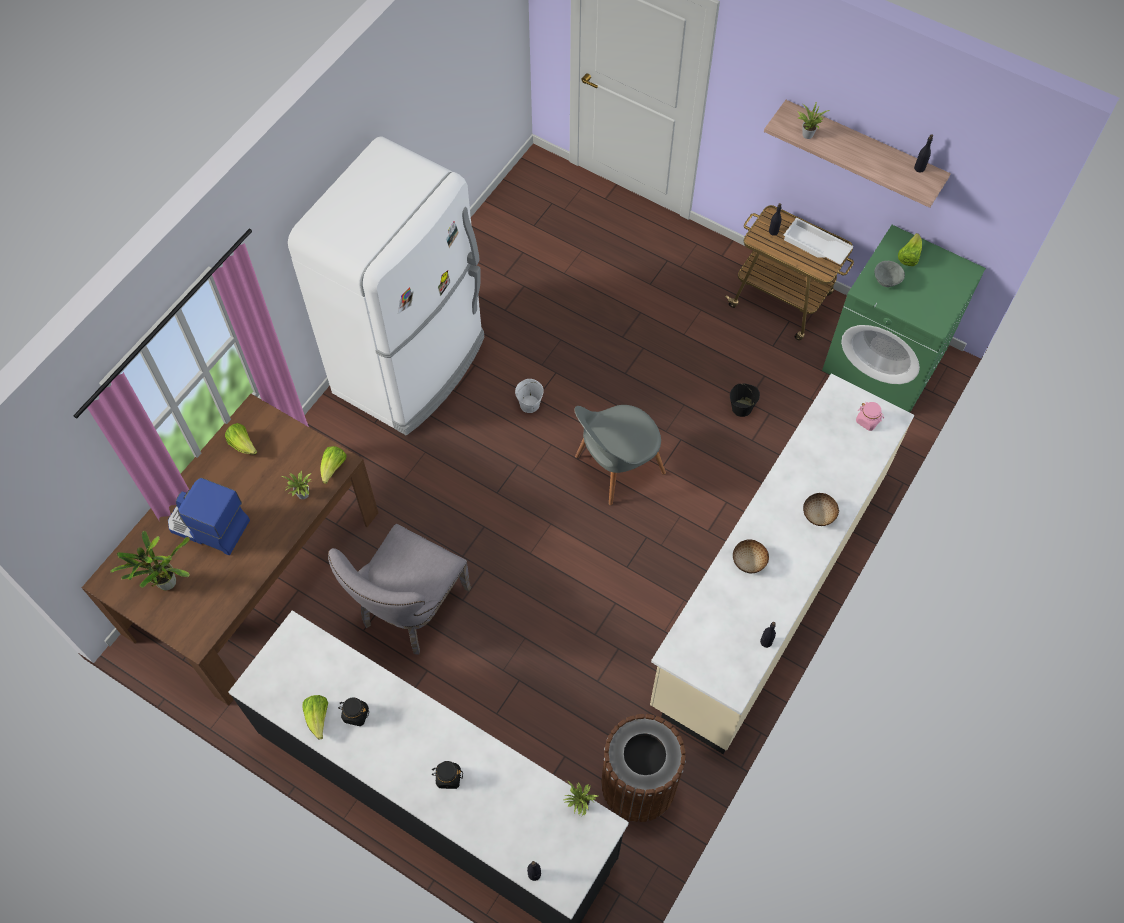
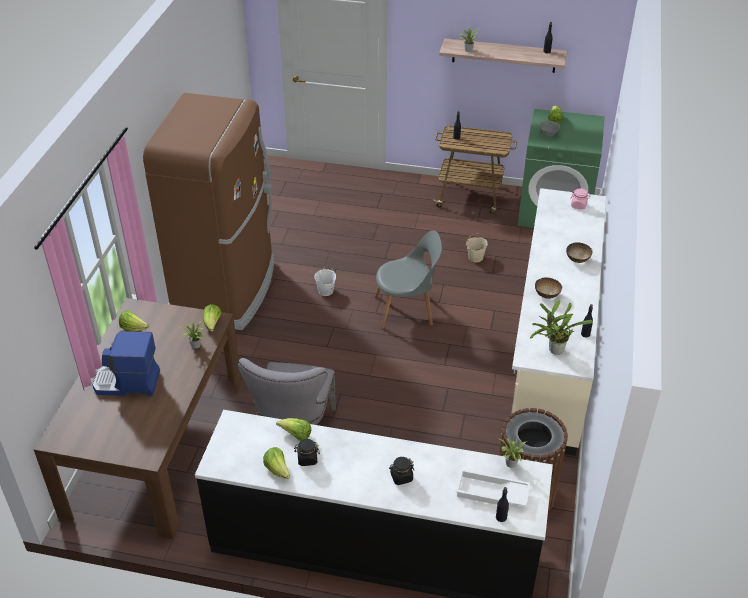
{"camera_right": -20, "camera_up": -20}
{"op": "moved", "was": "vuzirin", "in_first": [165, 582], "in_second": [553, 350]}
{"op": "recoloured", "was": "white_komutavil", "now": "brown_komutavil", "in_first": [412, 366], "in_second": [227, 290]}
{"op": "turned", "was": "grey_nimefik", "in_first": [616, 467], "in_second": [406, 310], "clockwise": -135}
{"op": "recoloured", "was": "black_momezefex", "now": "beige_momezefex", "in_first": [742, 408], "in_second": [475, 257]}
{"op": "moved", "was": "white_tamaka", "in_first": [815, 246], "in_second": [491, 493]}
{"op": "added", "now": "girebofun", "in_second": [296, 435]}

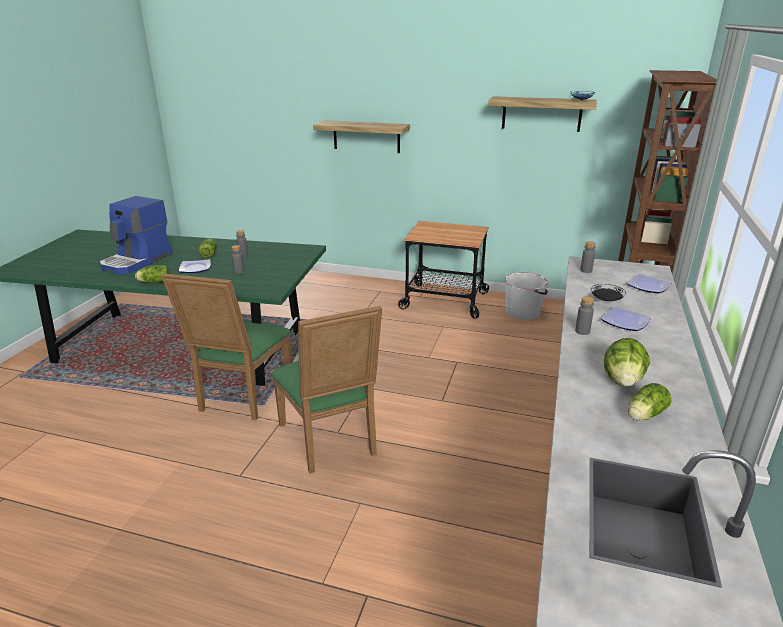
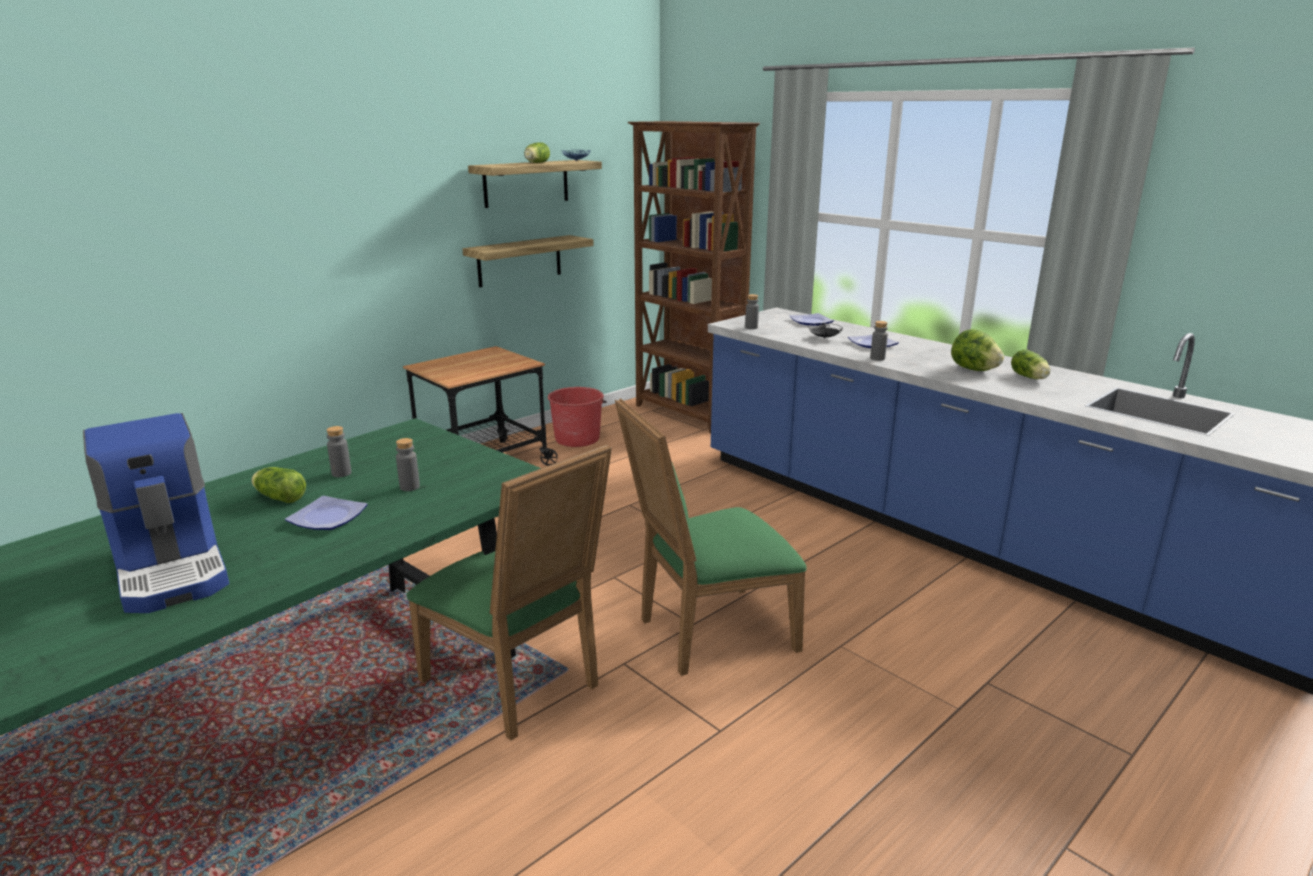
{"camera_right": -60, "camera_up": -5}
{"op": "moved", "was": "girebofun", "in_first": [153, 282], "in_second": [536, 163]}
{"op": "turned", "was": "green_nimefik", "in_first": [331, 441], "in_second": [708, 633], "clockwise": 150}
{"op": "moved", "was": "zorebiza", "in_first": [366, 136], "in_second": [519, 261]}
{"op": "recoloured", "was": "white_momezefex", "now": "red_momezefex", "in_first": [523, 312], "in_second": [577, 438]}

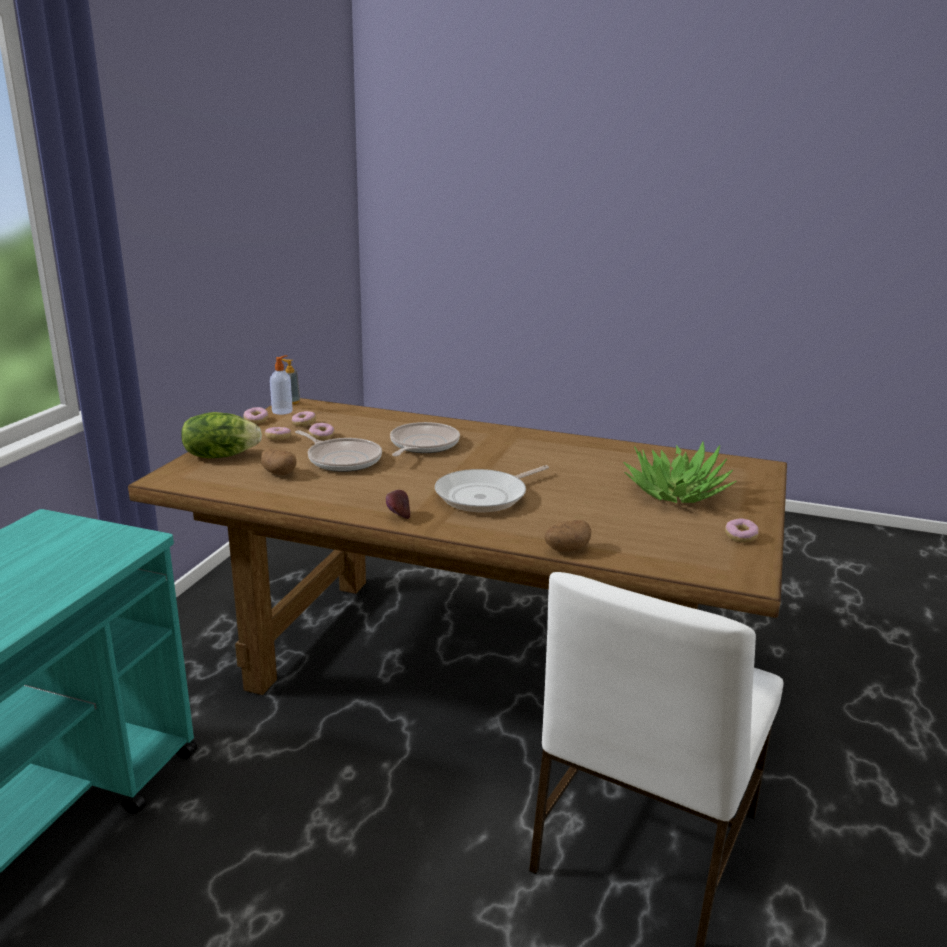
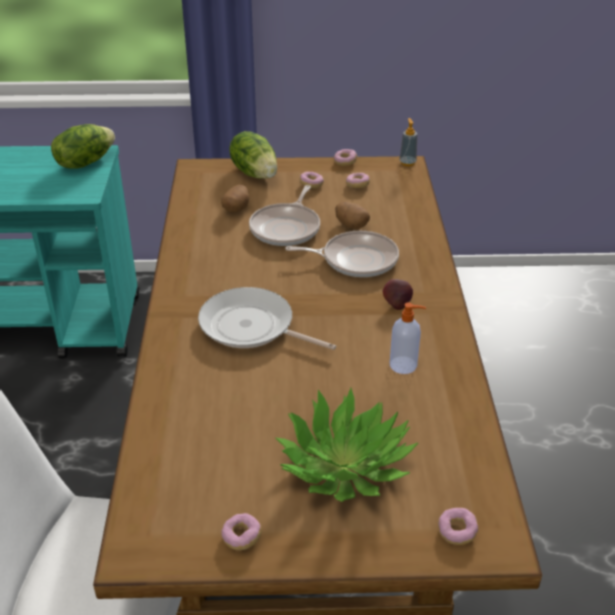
{"camera_right": 70, "camera_up": 15}
{"op": "moved", "was": "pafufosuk", "in_first": [283, 411], "in_second": [404, 365]}
{"op": "moved", "was": "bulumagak", "in_first": [321, 437], "in_second": [456, 532]}
{"op": "moved", "was": "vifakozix", "in_first": [398, 516], "in_second": [397, 303]}
{"op": "moved", "was": "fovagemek", "in_first": [566, 549], "in_second": [351, 225]}
{"op": "added", "now": "girebofun", "in_second": [85, 162]}

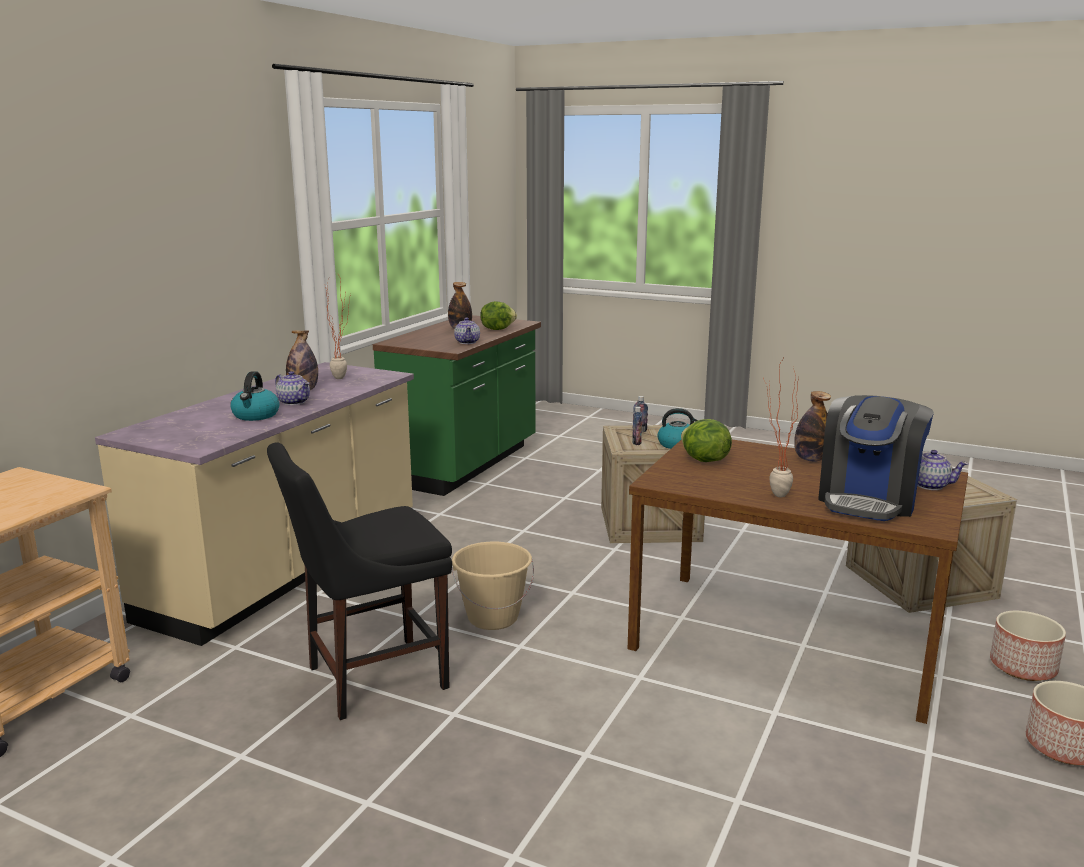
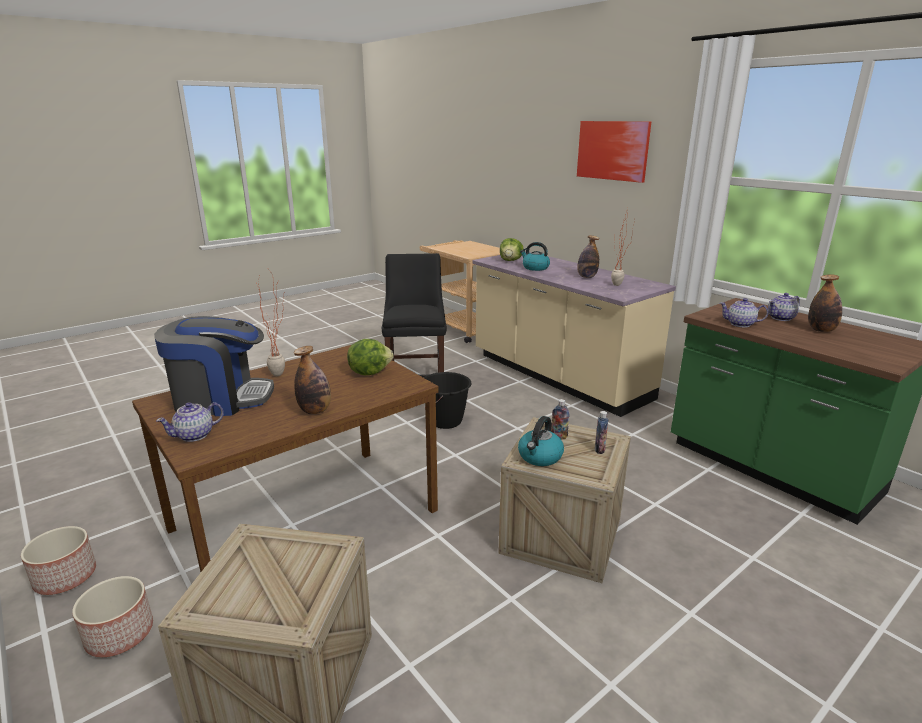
{"camera_right": 115, "camera_up": 5}
{"op": "moved", "was": "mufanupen", "in_first": [294, 402], "in_second": [781, 318]}
{"op": "recoloured", "was": "beige_momezefex", "now": "black_momezefex", "in_first": [493, 618], "in_second": [446, 421]}
{"op": "moved", "was": "girebofun", "in_first": [497, 329], "in_second": [510, 261]}
{"op": "turned", "was": "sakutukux", "in_first": [868, 500], "in_second": [221, 399], "clockwise": 120}
{"op": "added", "now": "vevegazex", "in_second": [612, 150]}

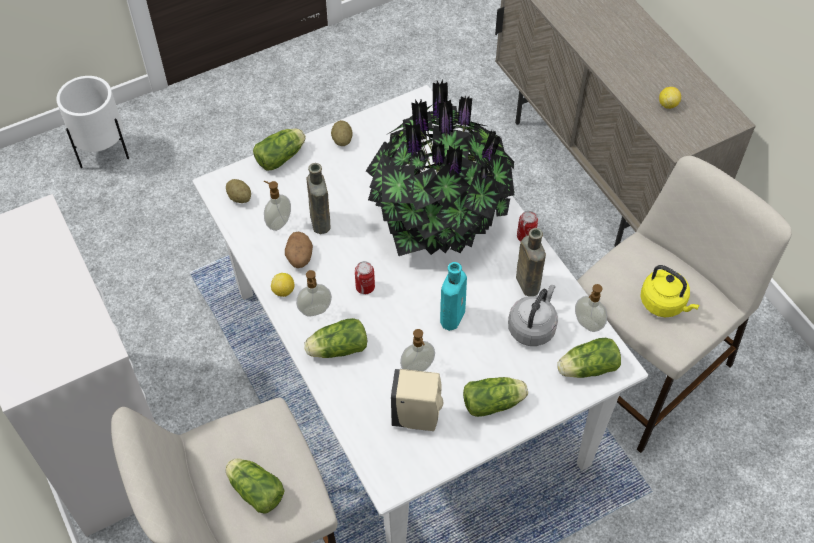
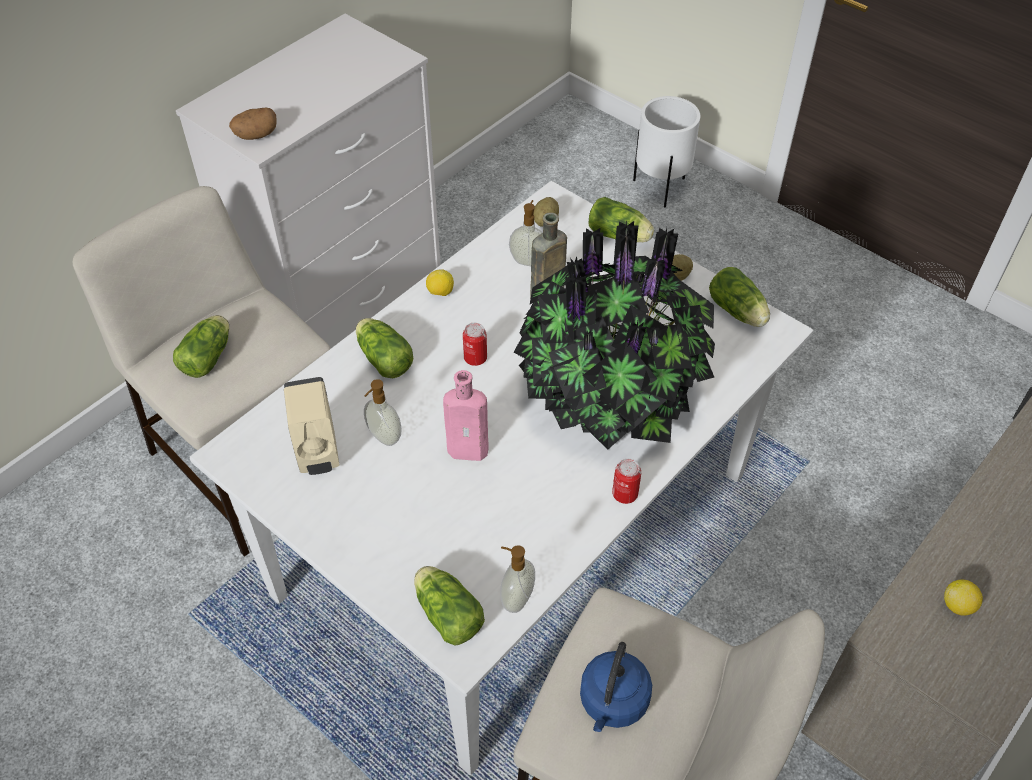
{"camera_right": 70, "camera_up": -5}
{"op": "moved", "was": "fovagemek", "in_first": [299, 258], "in_second": [256, 135]}
{"op": "removed", "was": "pafufosuk", "in_first": [315, 311]}
{"op": "recoloured", "was": "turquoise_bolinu", "now": "pink_bolinu", "in_first": [453, 315], "in_second": [471, 450]}
{"op": "moved", "was": "girebofun", "in_first": [495, 402], "in_second": [738, 312]}
{"op": "removed", "was": "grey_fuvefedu", "in_first": [532, 327]}
{"op": "removed", "was": "brown_bolinu", "in_first": [526, 282]}
{"op": "recoloured", "was": "yellow_fuvefedu", "now": "blue_fuvefedu", "in_first": [664, 303], "in_second": [612, 703]}

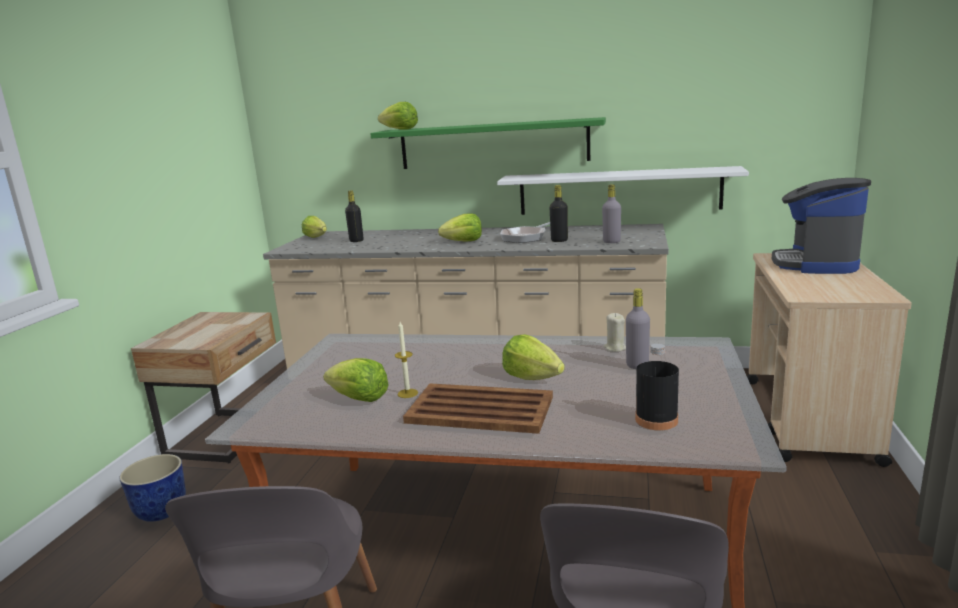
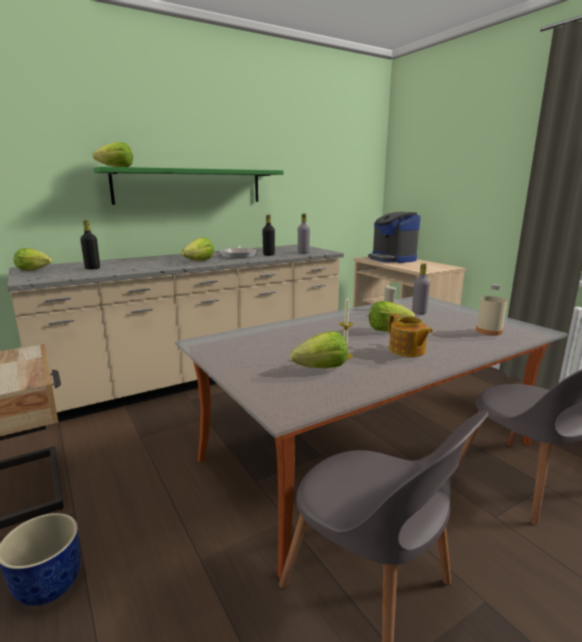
{"camera_right": -45, "camera_up": 0}
{"op": "replaced", "was": "brown_tamaka", "now": "mufanupen", "in_first": [478, 409], "in_second": [407, 351]}
{"op": "removed", "was": "white_zorebiza", "in_first": [618, 191]}
{"op": "recoloured", "was": "black_bolinu", "now": "beige_bolinu", "in_first": [656, 420], "in_second": [489, 331]}

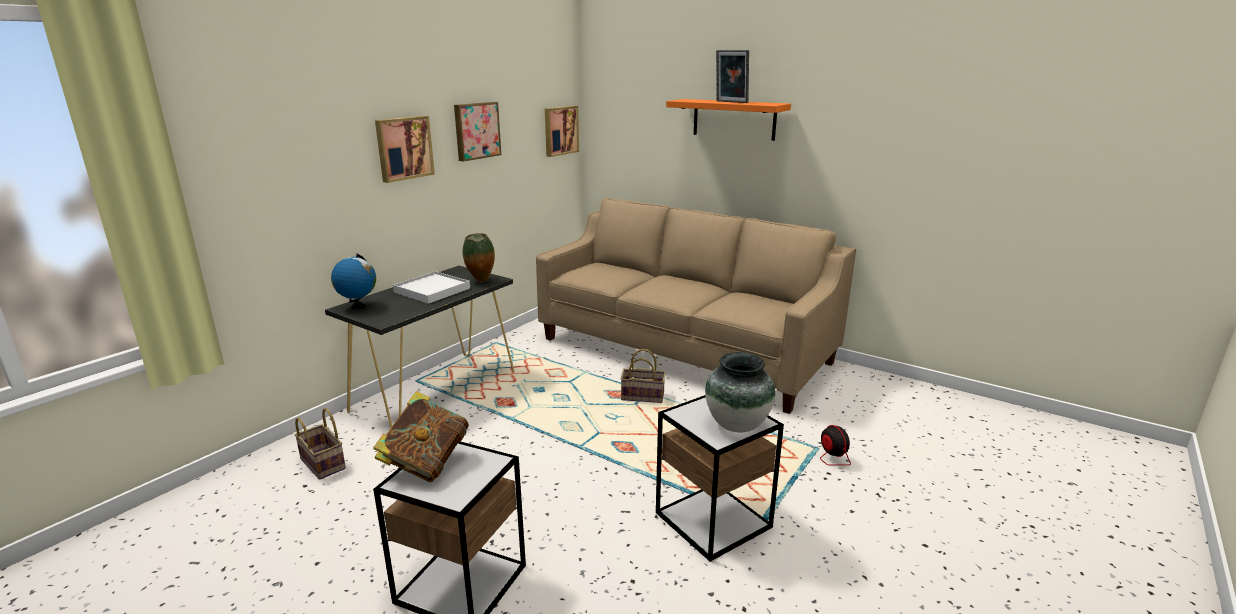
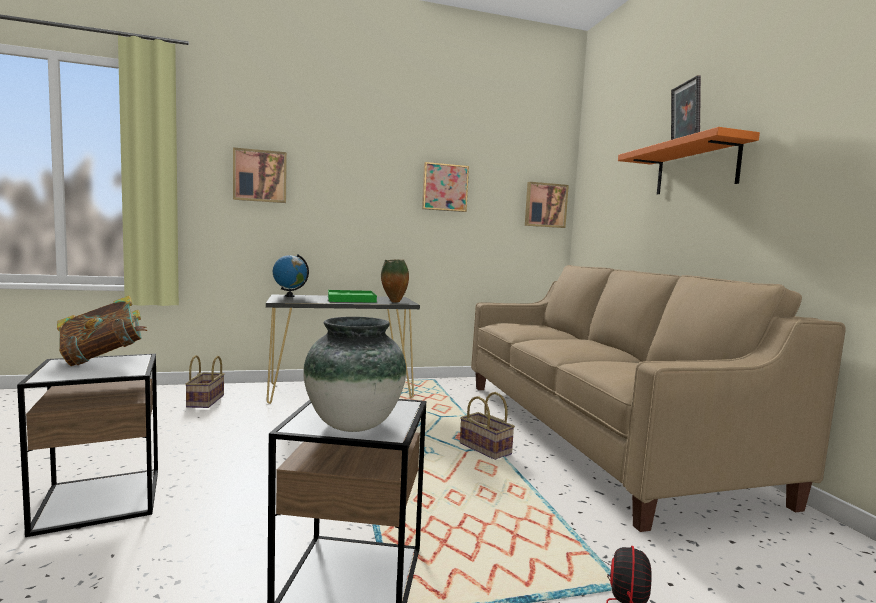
{"camera_right": 40, "camera_up": -15}
{"op": "moved", "was": "vevegazex", "in_first": [403, 148], "in_second": [260, 176]}
{"op": "recoloured", "was": "white_tamaka", "now": "green_tamaka", "in_first": [432, 290], "in_second": [351, 299]}

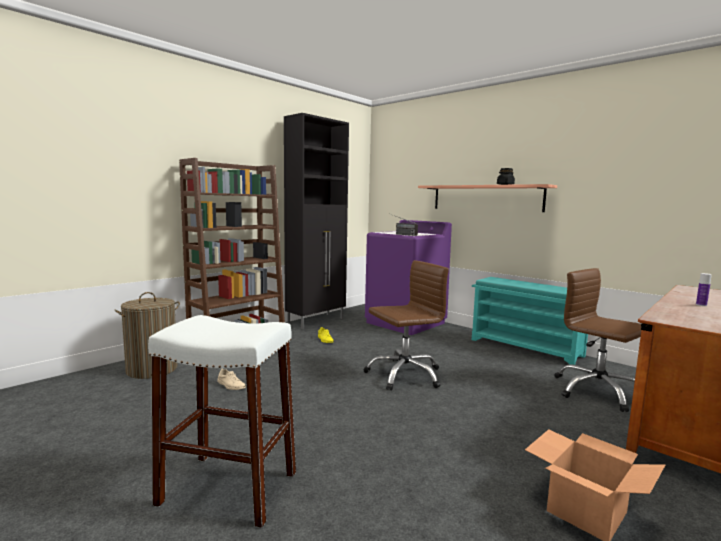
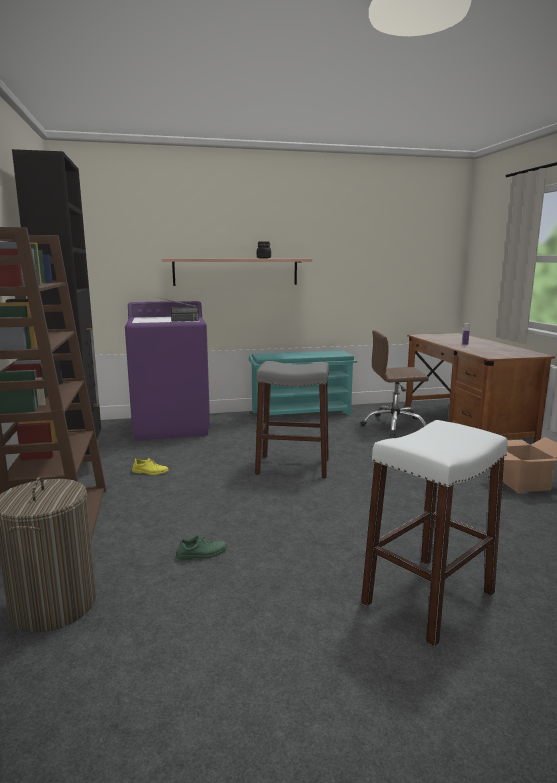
{"camera_right": -55, "camera_up": 5}
{"op": "recoloured", "was": "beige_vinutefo", "now": "green_vinutefo", "in_first": [231, 385], "in_second": [202, 554]}
{"op": "replaced", "was": "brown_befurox", "now": "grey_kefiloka", "in_first": [404, 374], "in_second": [293, 466]}

